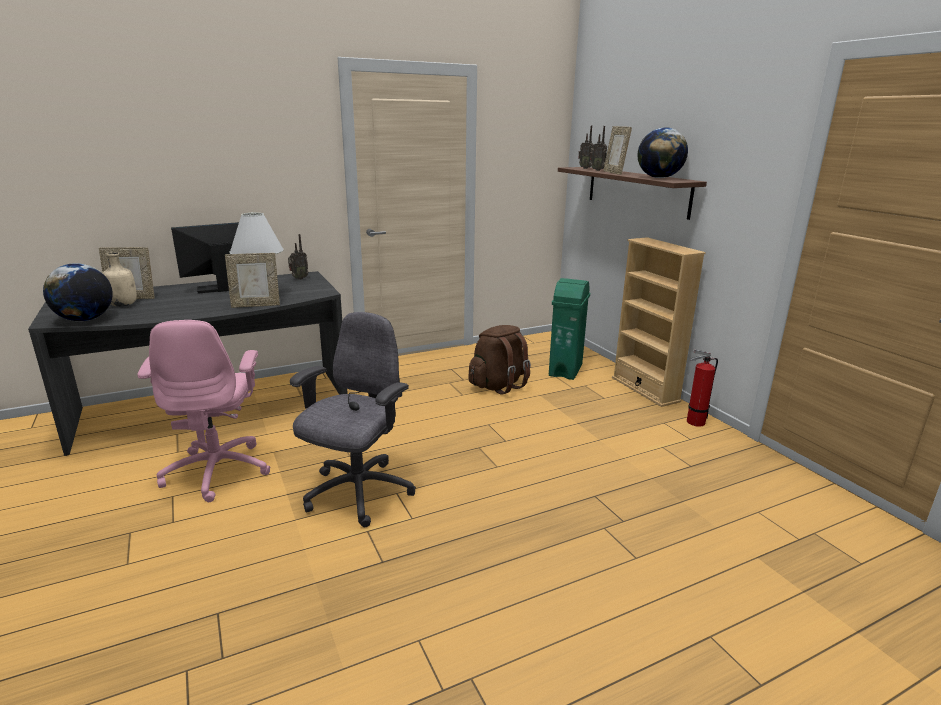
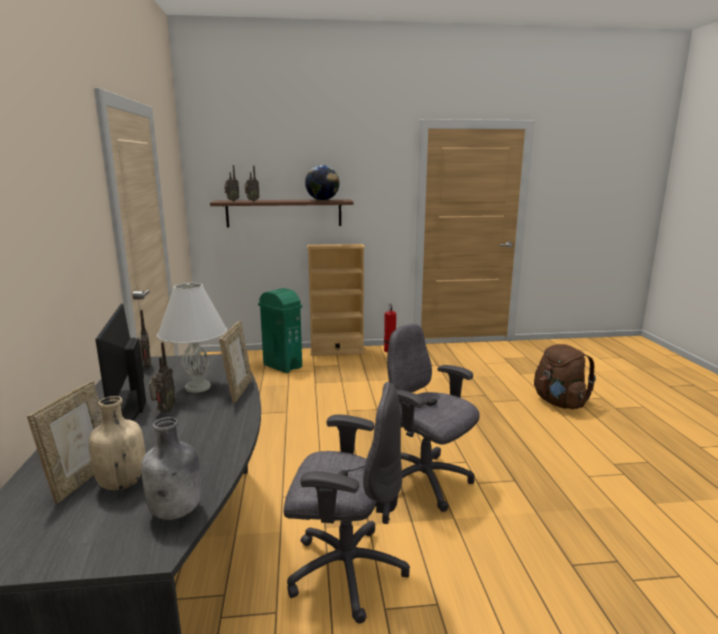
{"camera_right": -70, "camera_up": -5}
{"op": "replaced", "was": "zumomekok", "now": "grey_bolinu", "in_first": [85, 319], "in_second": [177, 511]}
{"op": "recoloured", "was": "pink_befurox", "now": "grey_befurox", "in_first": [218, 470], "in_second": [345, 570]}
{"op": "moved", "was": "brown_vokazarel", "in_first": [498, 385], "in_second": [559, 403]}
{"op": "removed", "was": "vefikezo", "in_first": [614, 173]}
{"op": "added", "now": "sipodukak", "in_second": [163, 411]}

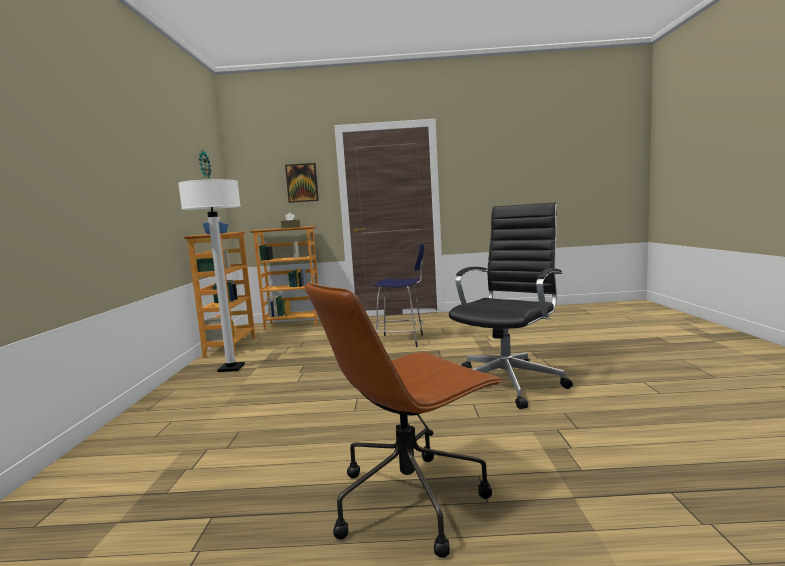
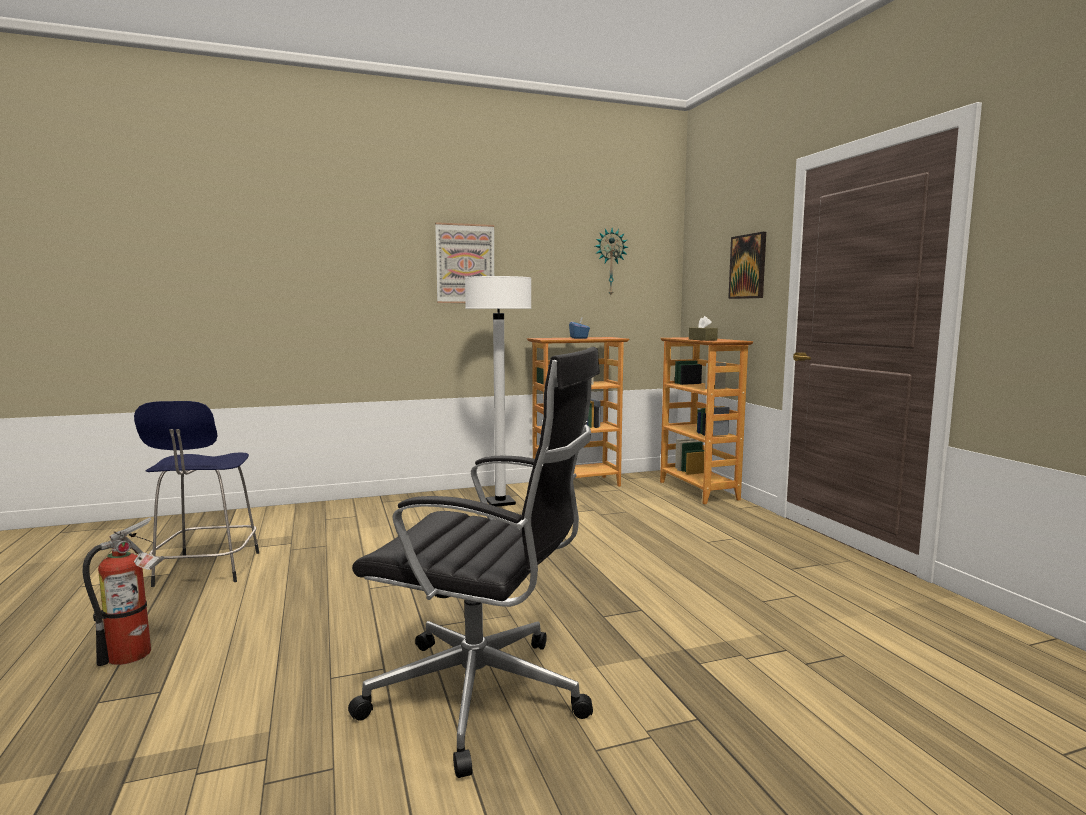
{"camera_right": 70, "camera_up": 0}
{"op": "replaced", "was": "brown_befurox", "now": "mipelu", "in_first": [411, 499], "in_second": [136, 654]}
{"op": "moved", "was": "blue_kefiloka", "in_first": [402, 341], "in_second": [206, 570]}
{"op": "added", "now": "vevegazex", "in_second": [465, 264]}

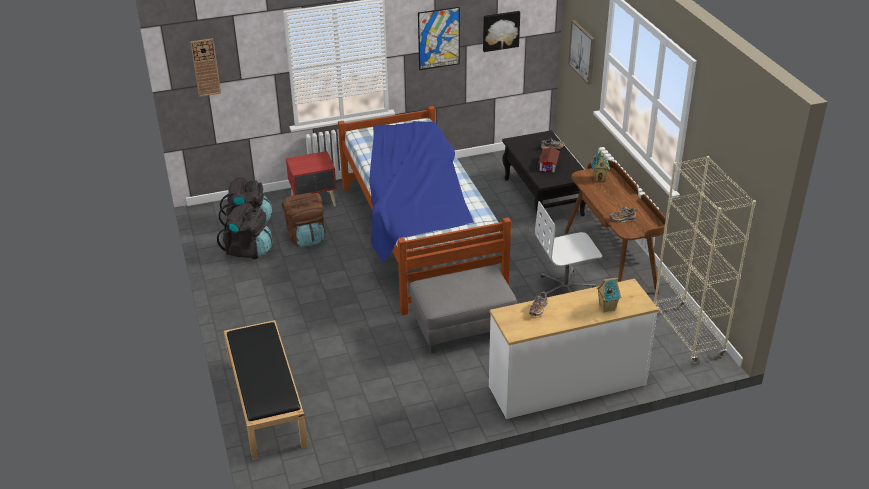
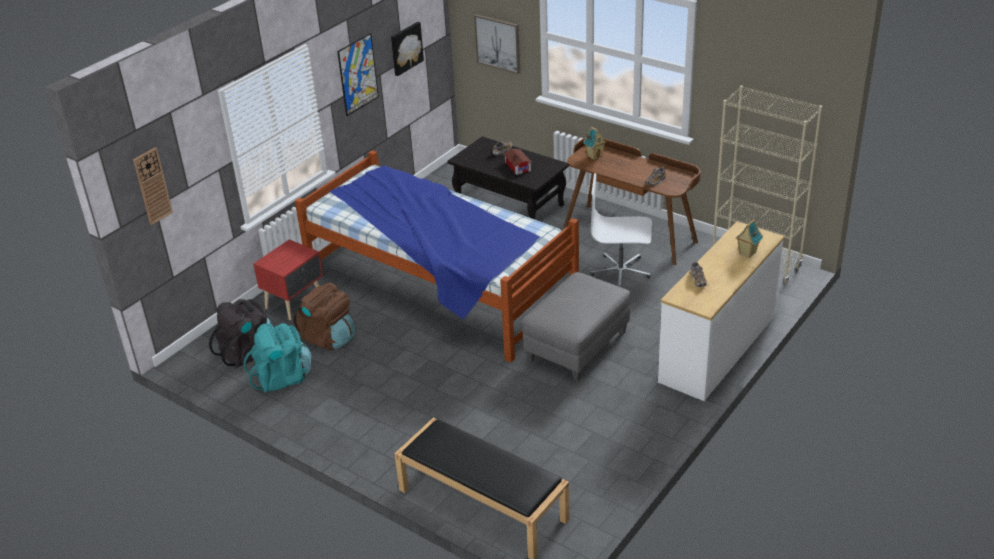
{"camera_right": -35, "camera_up": 0}
{"op": "recoloured", "was": "black_vokazarel", "now": "turquoise_vokazarel", "in_first": [248, 250], "in_second": [283, 378]}
{"op": "turned", "was": "white_befurox", "in_first": [566, 288], "in_second": [621, 271], "clockwise": 60}

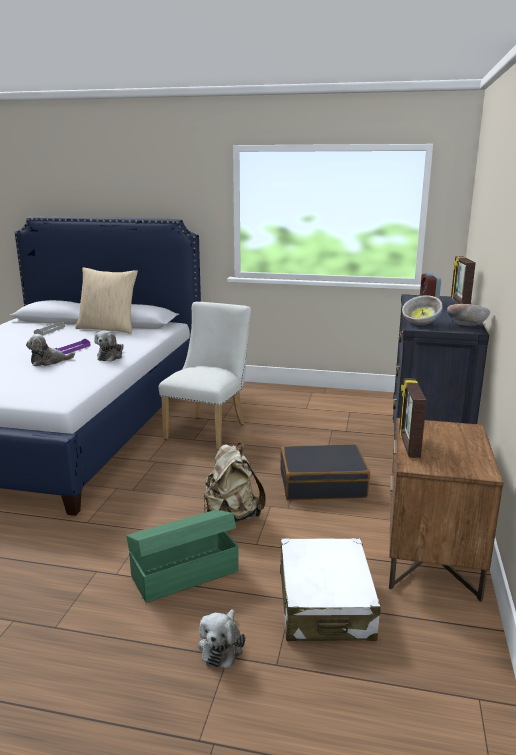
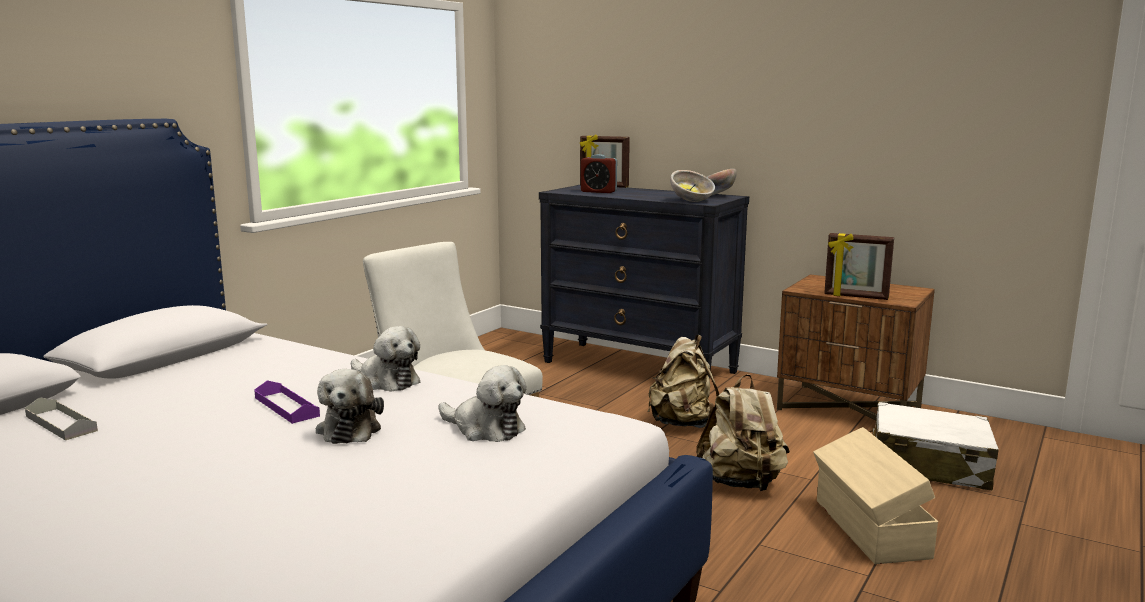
{"camera_right": -70, "camera_up": -5}
{"op": "removed", "was": "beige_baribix", "in_first": [108, 328]}
{"op": "recoloured", "was": "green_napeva", "now": "beige_napeva", "in_first": [183, 573], "in_second": [869, 529]}
{"op": "moved", "was": "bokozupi", "in_first": [222, 646], "in_second": [485, 429]}
{"op": "replaced", "was": "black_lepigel", "now": "beige_vokazarel", "in_first": [322, 484], "in_second": [683, 424]}

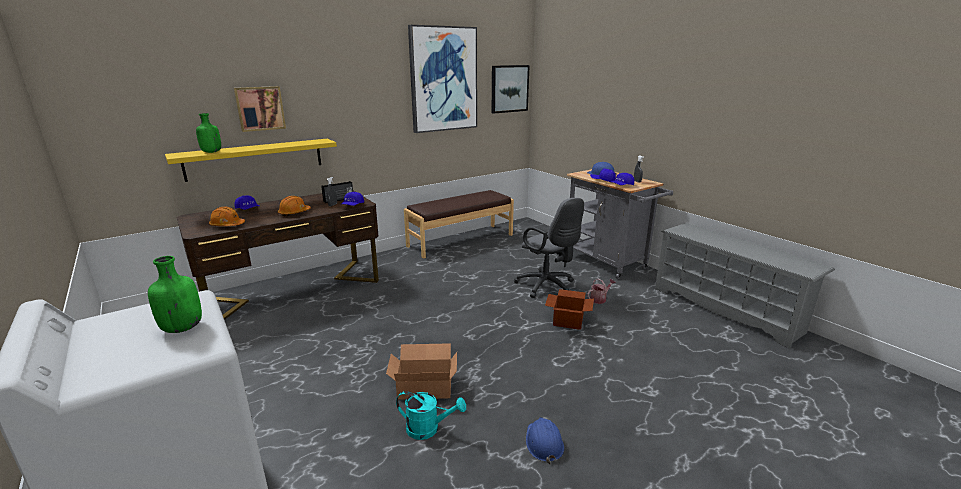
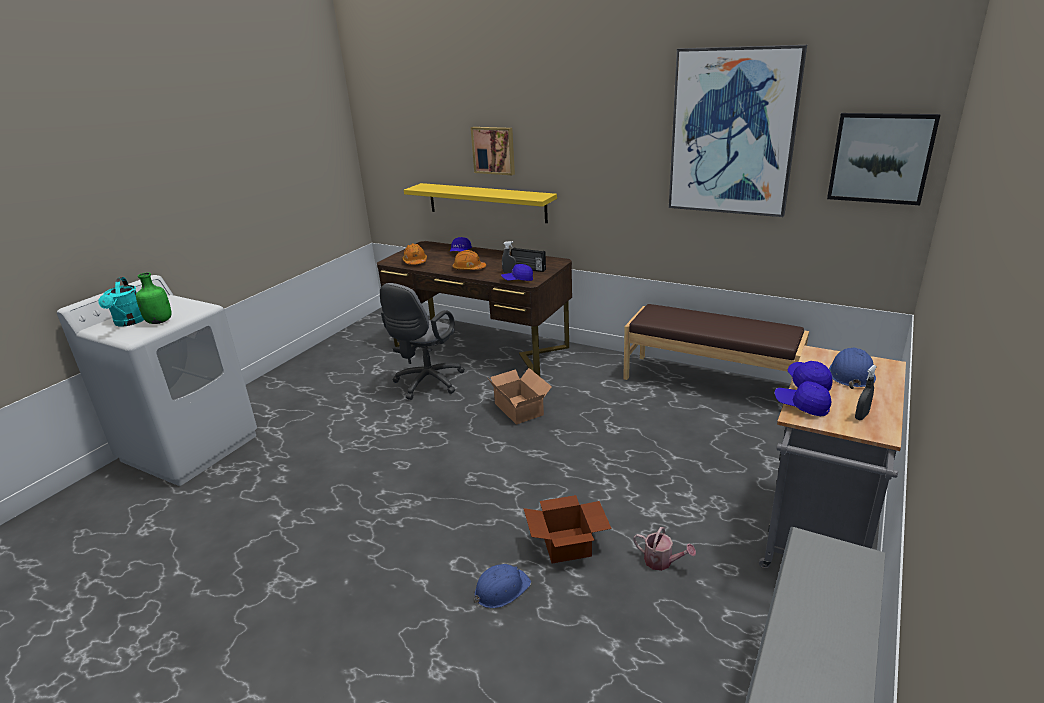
{"camera_right": 65, "camera_up": 5}
{"op": "removed", "was": "green_bolinu", "in_first": [211, 152]}
{"op": "moved", "was": "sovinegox", "in_first": [423, 385], "in_second": [520, 408]}
{"op": "moved", "was": "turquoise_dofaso", "in_first": [428, 429], "in_second": [129, 322]}
{"op": "moved", "was": "grey_befurox", "in_first": [548, 287], "in_second": [426, 384]}
{"op": "moved", "was": "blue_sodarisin", "in_first": [543, 442], "in_second": [501, 589]}

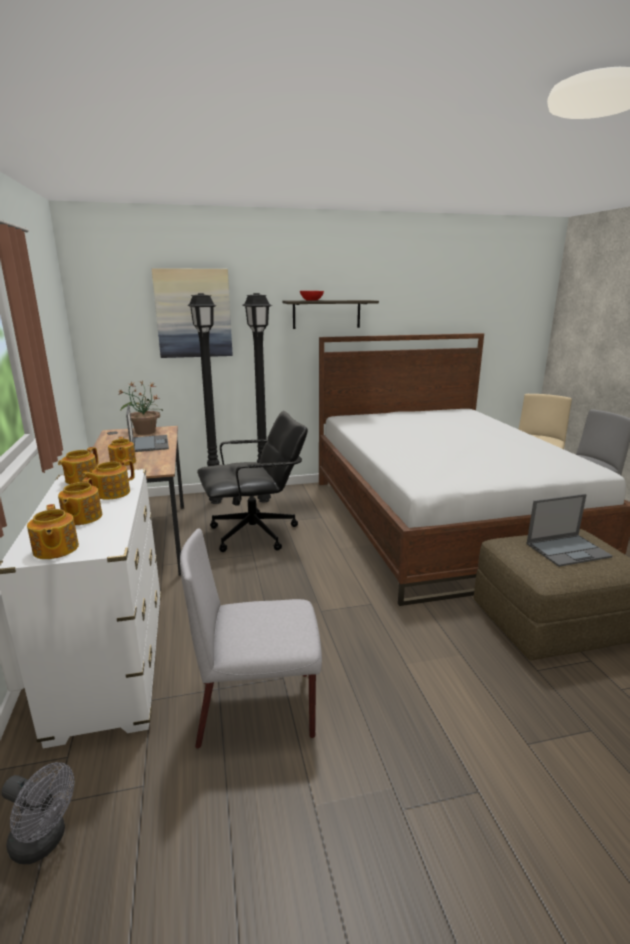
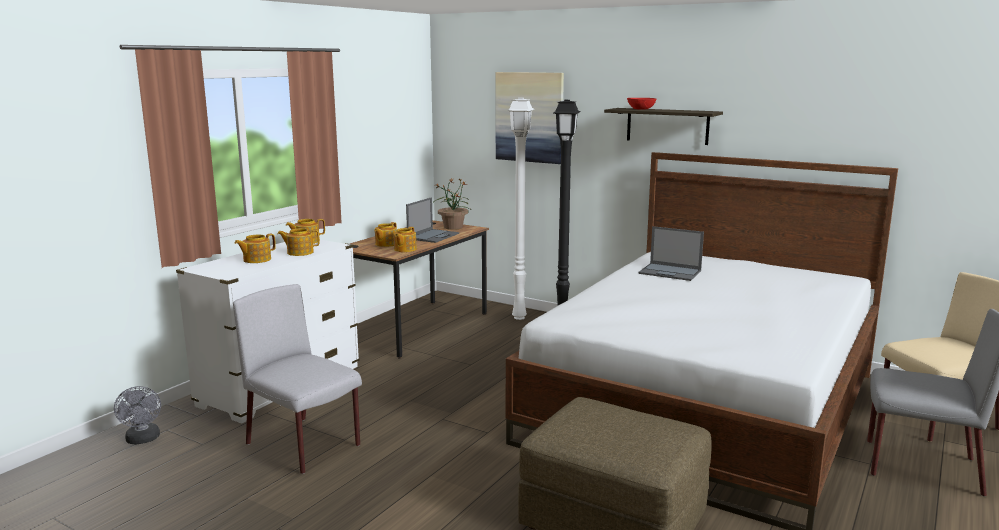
{"camera_right": 45, "camera_up": -5}
{"op": "moved", "was": "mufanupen", "in_first": [55, 549], "in_second": [404, 249]}
{"op": "recoloured", "was": "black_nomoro", "now": "white_nomoro", "in_first": [216, 501], "in_second": [520, 317]}
{"op": "removed", "was": "black_befurox", "in_first": [255, 534]}
{"op": "moved", "was": "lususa", "in_first": [568, 550], "in_second": [670, 272]}

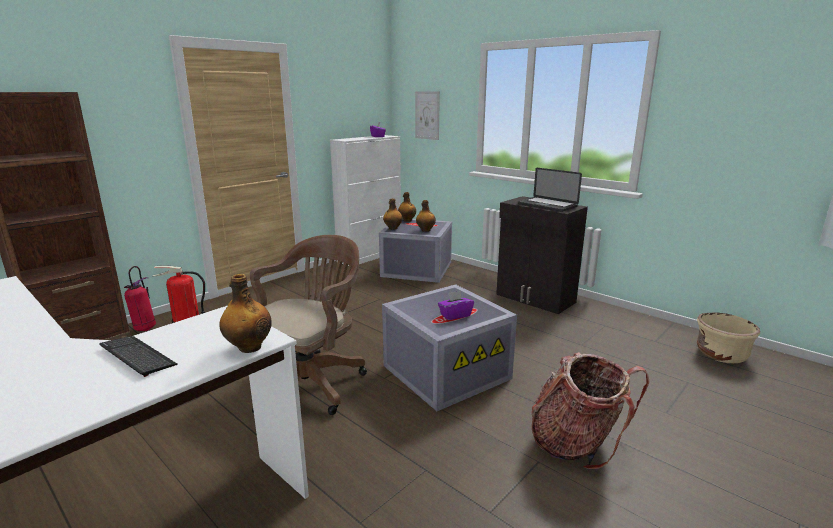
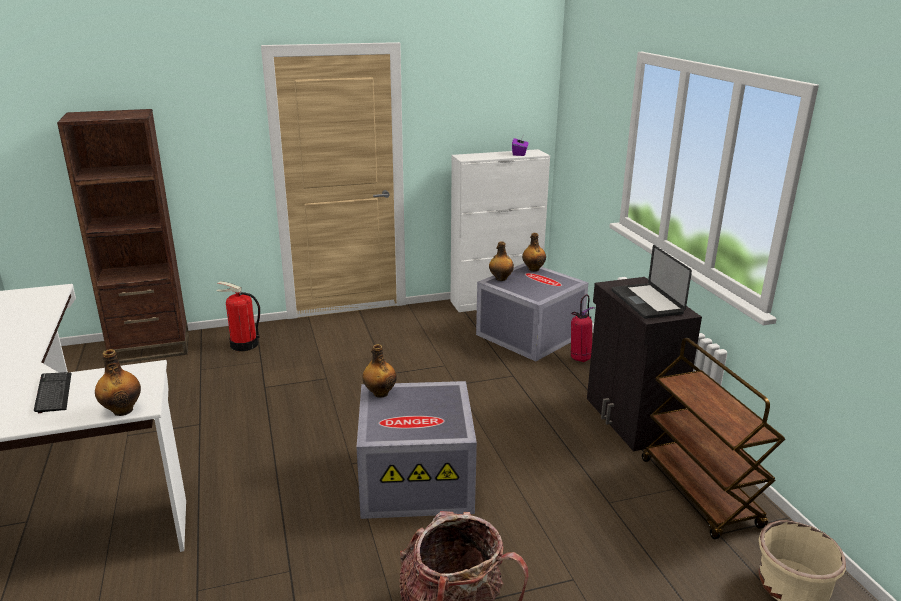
{"camera_right": 30, "camera_up": 5}
{"op": "moved", "was": "mipelu", "in_first": [145, 328], "in_second": [580, 358]}
{"op": "removed", "was": "brown_befurox", "in_first": [310, 381]}
{"op": "removed", "was": "vevegazex", "in_first": [427, 115]}
{"op": "moved", "was": "bolinu", "in_first": [425, 230], "in_second": [380, 393]}
{"op": "removed", "was": "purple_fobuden", "in_first": [455, 315]}
{"op": "added", "now": "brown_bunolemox", "in_second": [700, 493]}

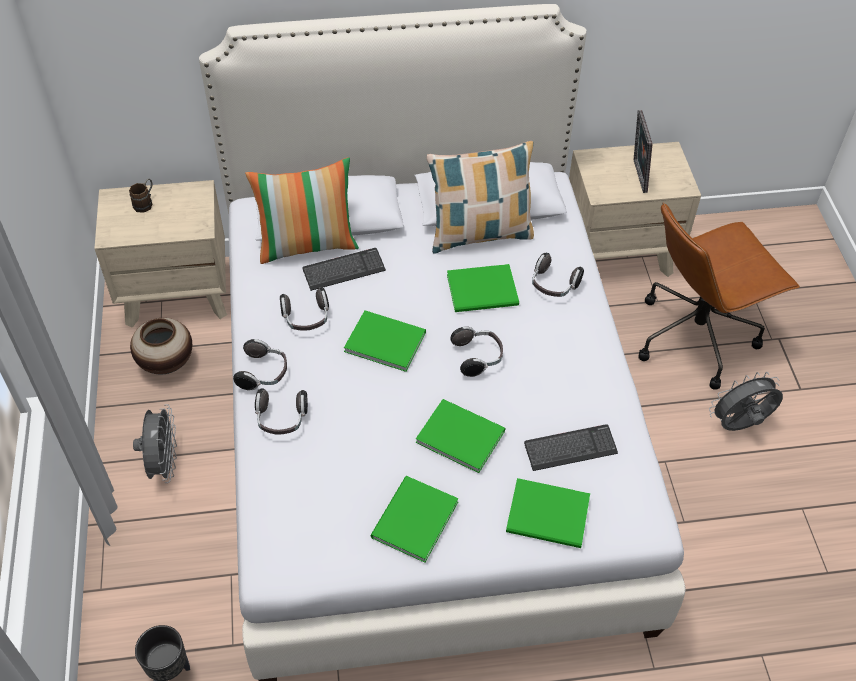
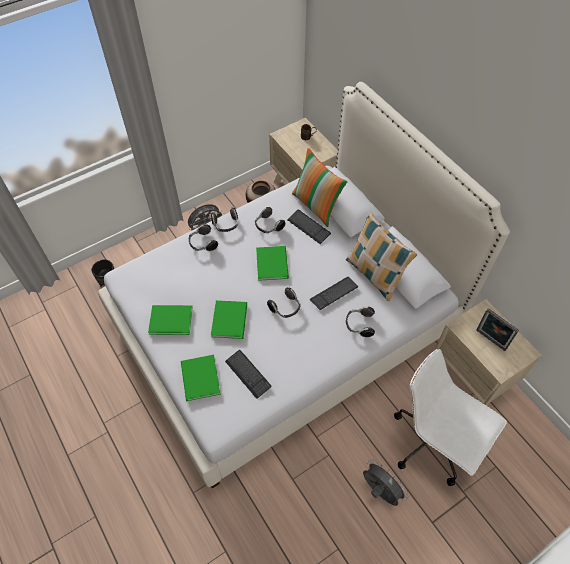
{"camera_right": 65, "camera_up": 5}
{"op": "replaced", "was": "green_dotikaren", "now": "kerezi", "in_first": [484, 291], "in_second": [334, 293]}
{"op": "turned", "was": "vefikezo", "in_first": [637, 176], "in_second": [489, 341], "clockwise": -105}
{"op": "recoloured", "was": "brown_befurox", "now": "white_befurox", "in_first": [696, 336], "in_second": [434, 443]}

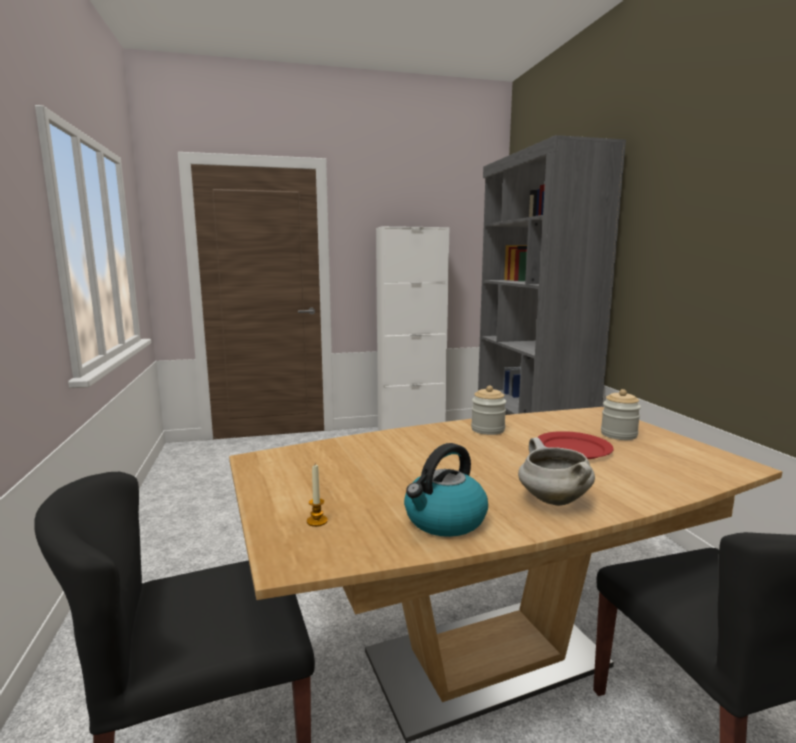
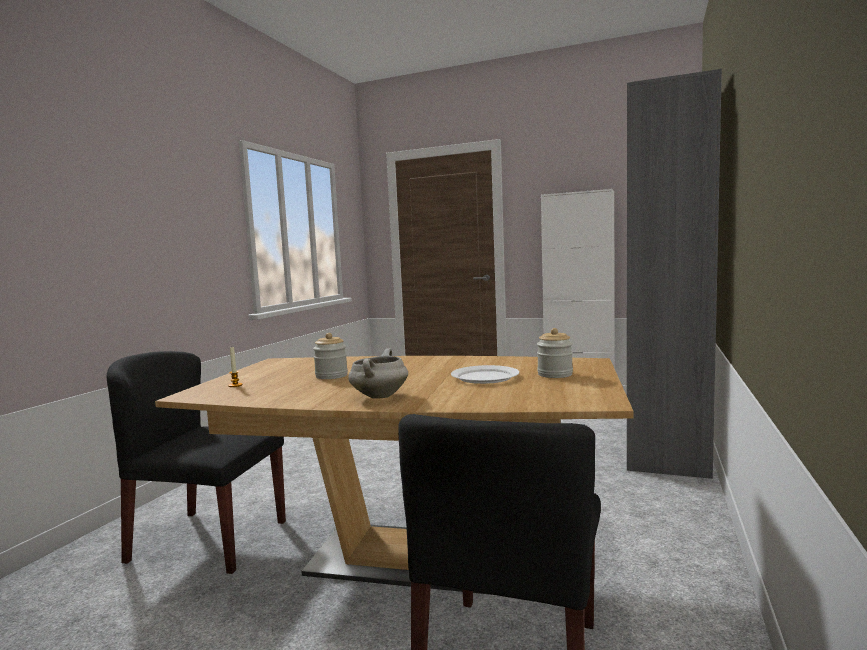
{"camera_right": 35, "camera_up": -5}
{"op": "removed", "was": "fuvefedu", "in_first": [444, 520]}
{"op": "moved", "was": "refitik", "in_first": [487, 429], "in_second": [331, 376]}
{"op": "recoloured", "was": "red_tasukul", "now": "white_tasukul", "in_first": [573, 448], "in_second": [485, 377]}

